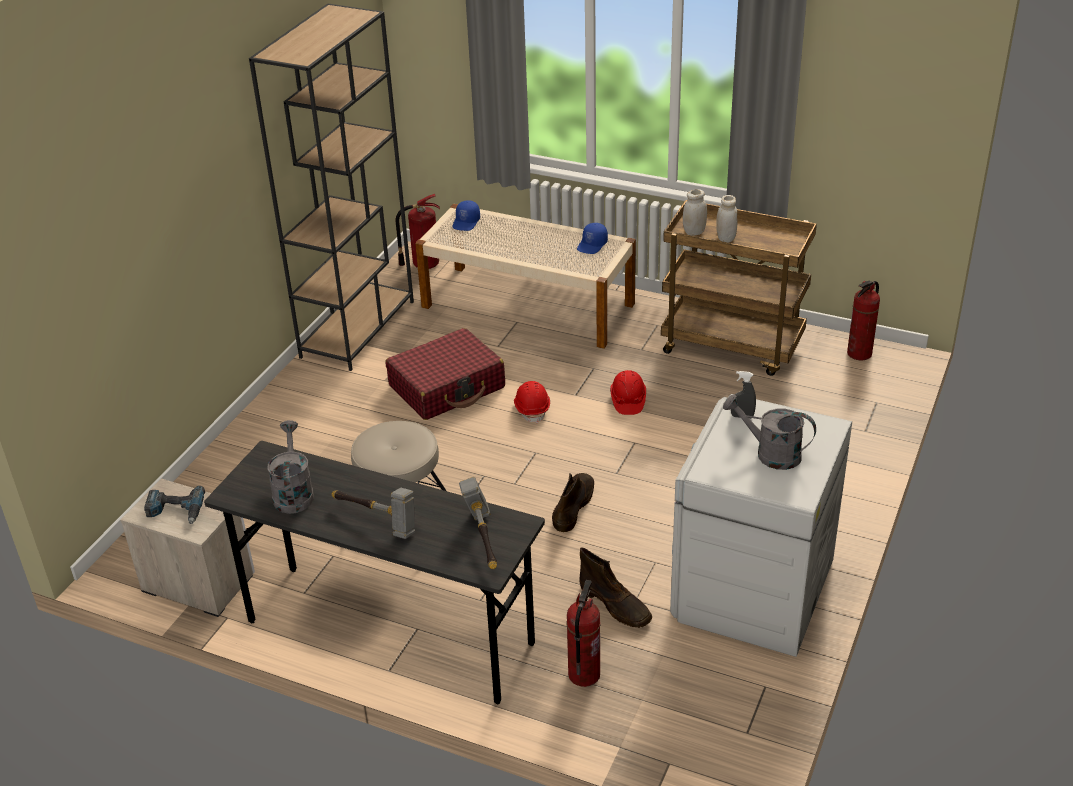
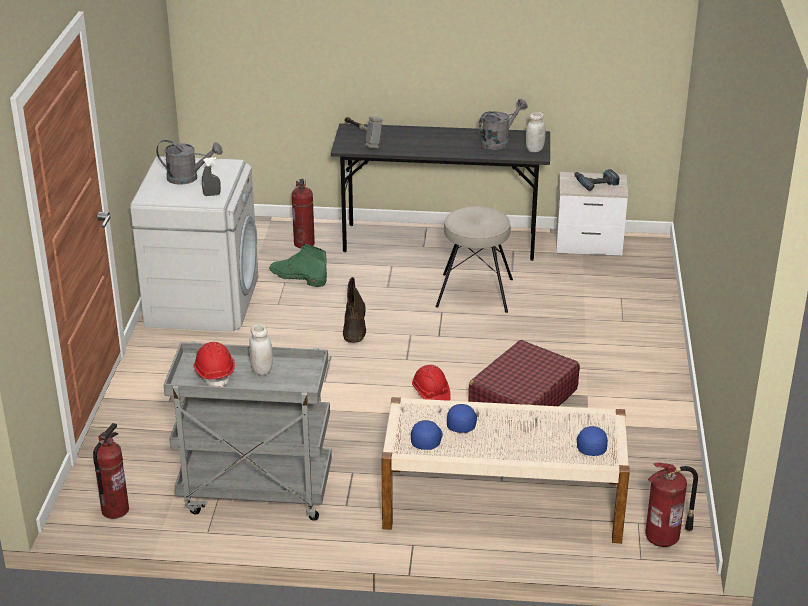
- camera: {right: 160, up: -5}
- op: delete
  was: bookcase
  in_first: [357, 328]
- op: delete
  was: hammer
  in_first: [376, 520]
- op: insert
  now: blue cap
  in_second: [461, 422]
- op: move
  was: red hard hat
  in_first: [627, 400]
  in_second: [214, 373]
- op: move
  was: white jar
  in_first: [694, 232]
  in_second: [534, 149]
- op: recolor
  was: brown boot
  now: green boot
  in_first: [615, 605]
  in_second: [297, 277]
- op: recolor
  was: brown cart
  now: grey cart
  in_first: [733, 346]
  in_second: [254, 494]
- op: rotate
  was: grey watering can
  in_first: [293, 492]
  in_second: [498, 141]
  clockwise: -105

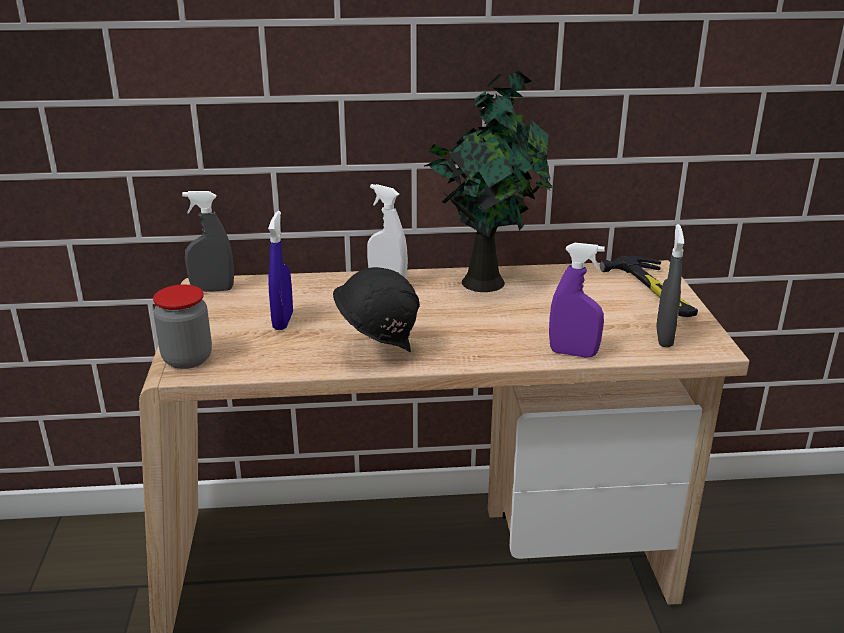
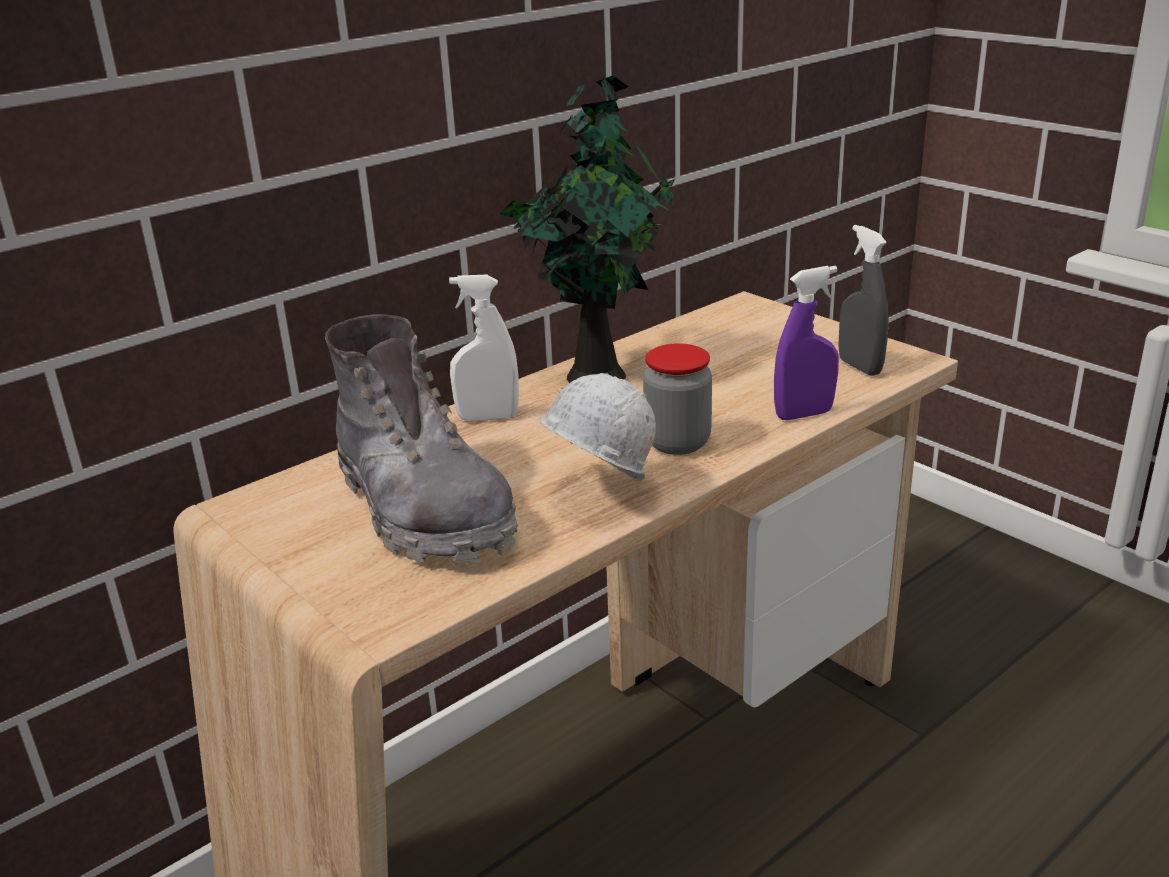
- camera: {right: -35, up: 0}
- op: delete
  was: grey spray bottle
  in_first: [212, 290]
- op: delete
  was: hammer
  in_first: [654, 291]
- op: move
  was: jar
  in_first: [187, 359]
  in_second: [677, 443]
- op: replace
  was: blue spray bottle
  now: grey boot
  in_first: [283, 321]
  in_second: [423, 510]
- op: recolor
  was: black hard hat
  now: white hard hat
  in_first: [377, 350]
  in_second: [596, 495]

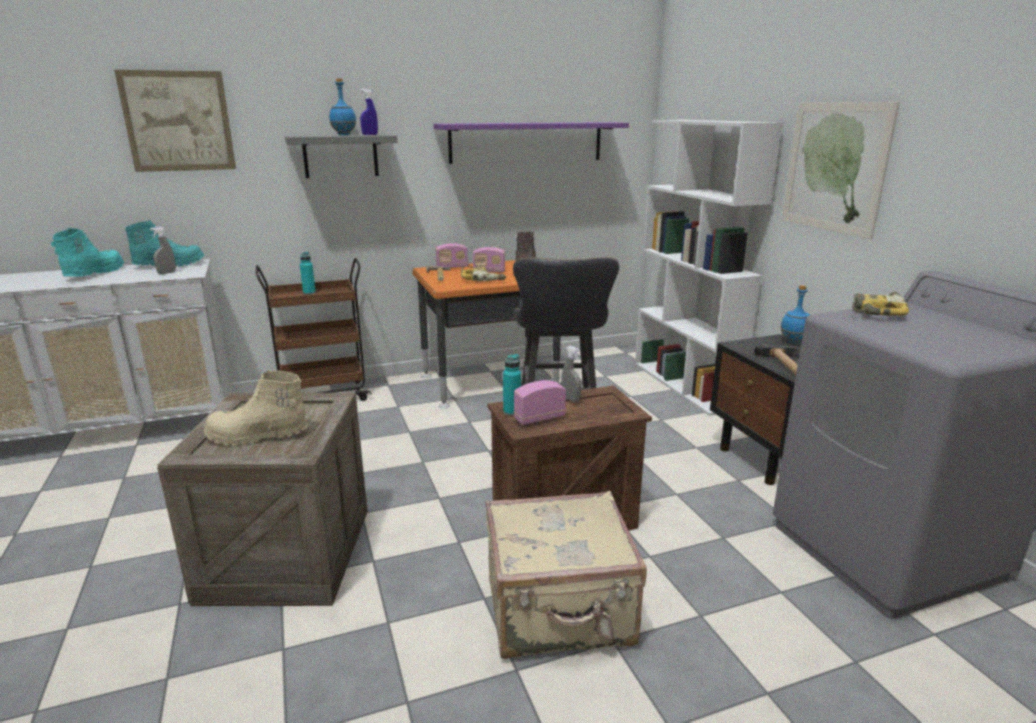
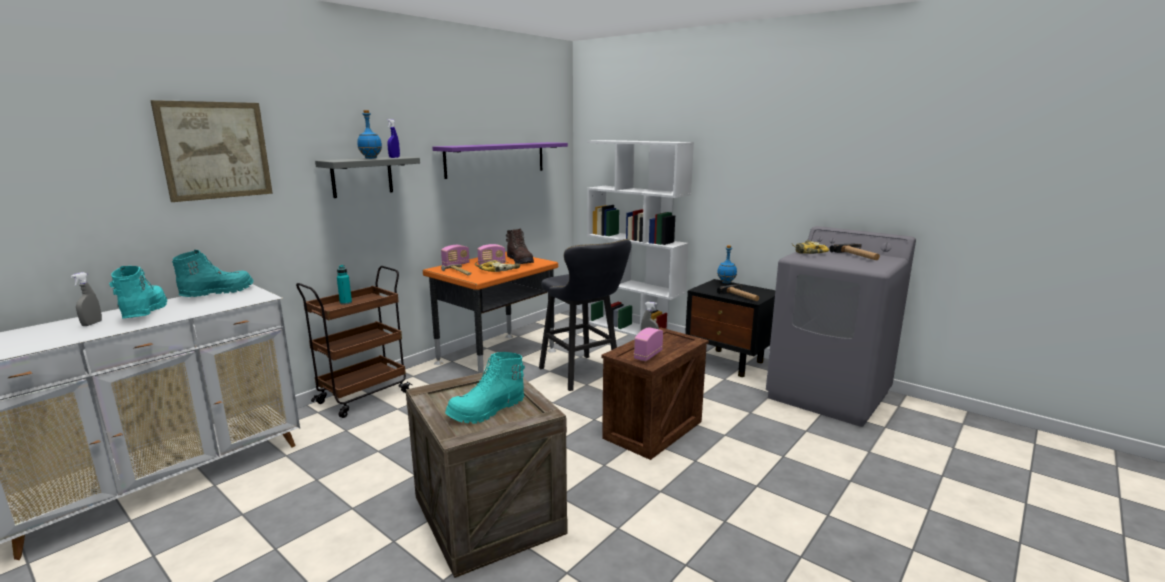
- camera: {right: -30, up: -5}
- op: delete
  was: beige suitcase
  in_first: [559, 612]
- op: delete
  was: turquoise bottle
  in_first: [512, 411]
- op: delete
  was: picture
  in_first: [835, 167]
- op: insert
  now: hammer
  in_second: [858, 255]
- op: move
  was: grey spray bottle
  in_first: [167, 273]
  in_second: [92, 323]
- op: recolor
  was: beige boot
  now: turquoise boot
  in_first: [257, 436]
  in_second: [487, 411]

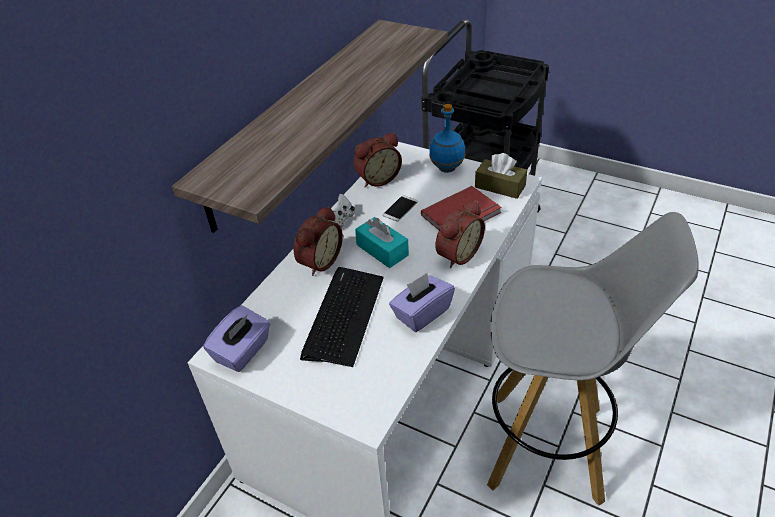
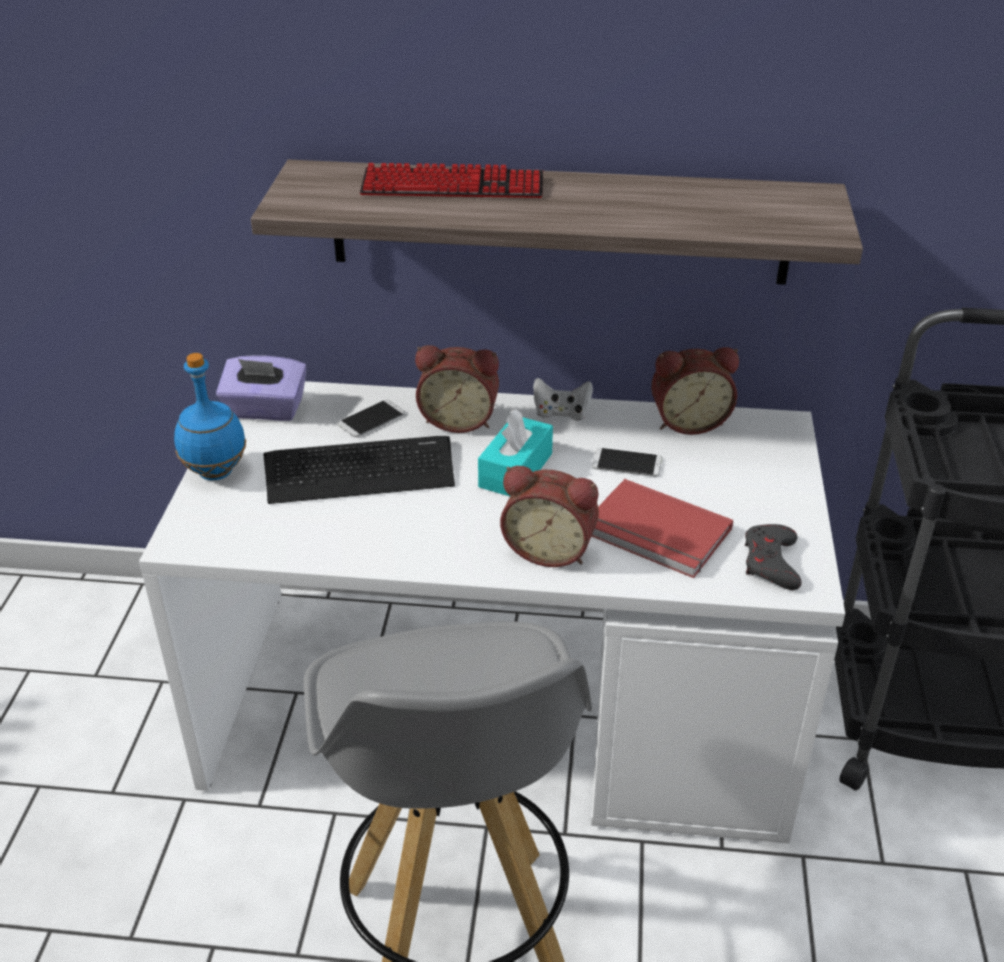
- camera: {right: 65, up: -5}
- op: delete
  was: purple tissue box
  in_first: [422, 313]
- op: insert
  now: phone
  in_second: [371, 419]
- op: insert
  now: keyboard
  in_second: [452, 186]
- op: move
  was: blue bottle
  in_first: [446, 168]
  in_second: [215, 472]
- op: replace
  was: brown tissue box
  now: grey game controller
  in_first: [500, 186]
  in_second: [771, 562]
- op: rotate
  was: alarm clock
  in_first: [377, 178]
  in_second: [688, 421]
  clockwise: -45

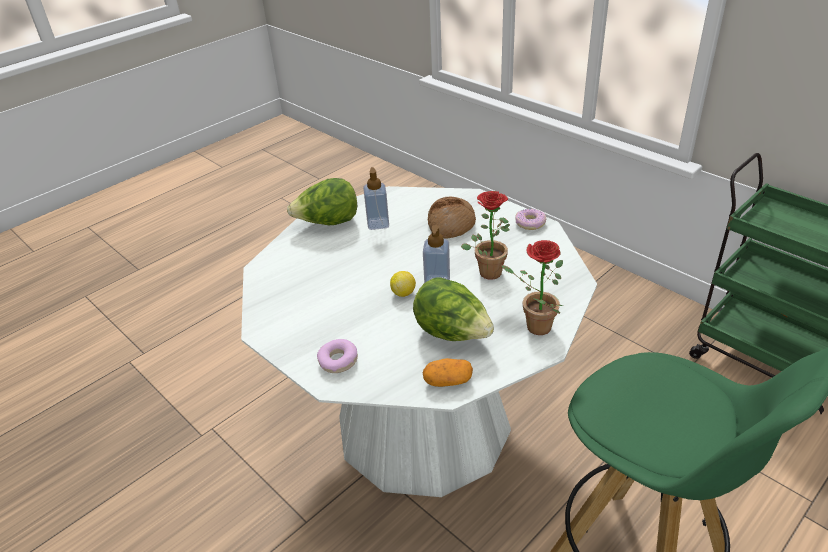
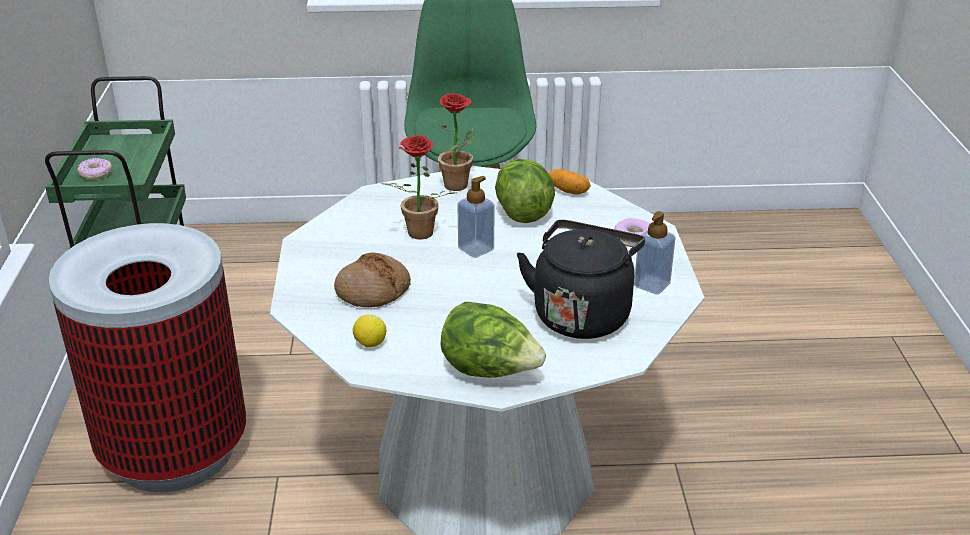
- camera: {right: -140, up: -5}
- op: insert
  now: trash can
  in_second: [175, 450]
- op: insert
  now: black kettle
  in_second: [582, 313]
- op: move
  was: soap dispenser
  in_first: [378, 224]
  in_second: [652, 285]
- op: move
  was: lemon
  in_first: [403, 293]
  in_second: [370, 344]
- op: move
  was: donut
  in_first: [530, 223]
  in_second: [96, 173]

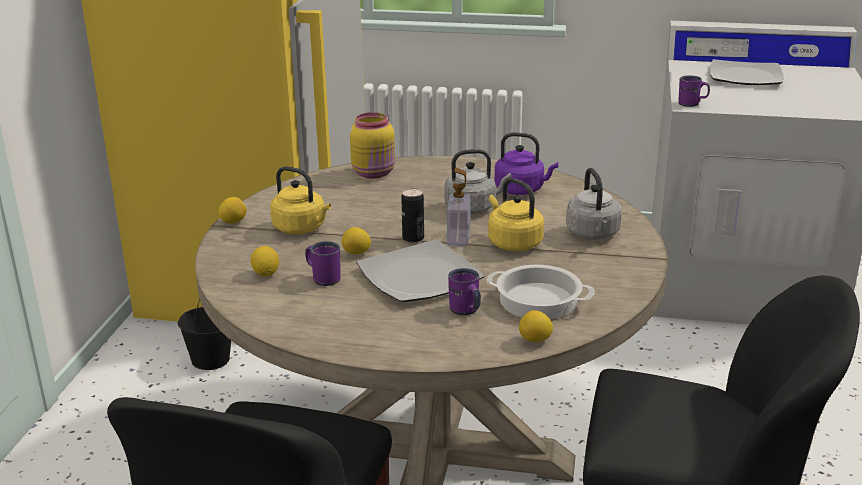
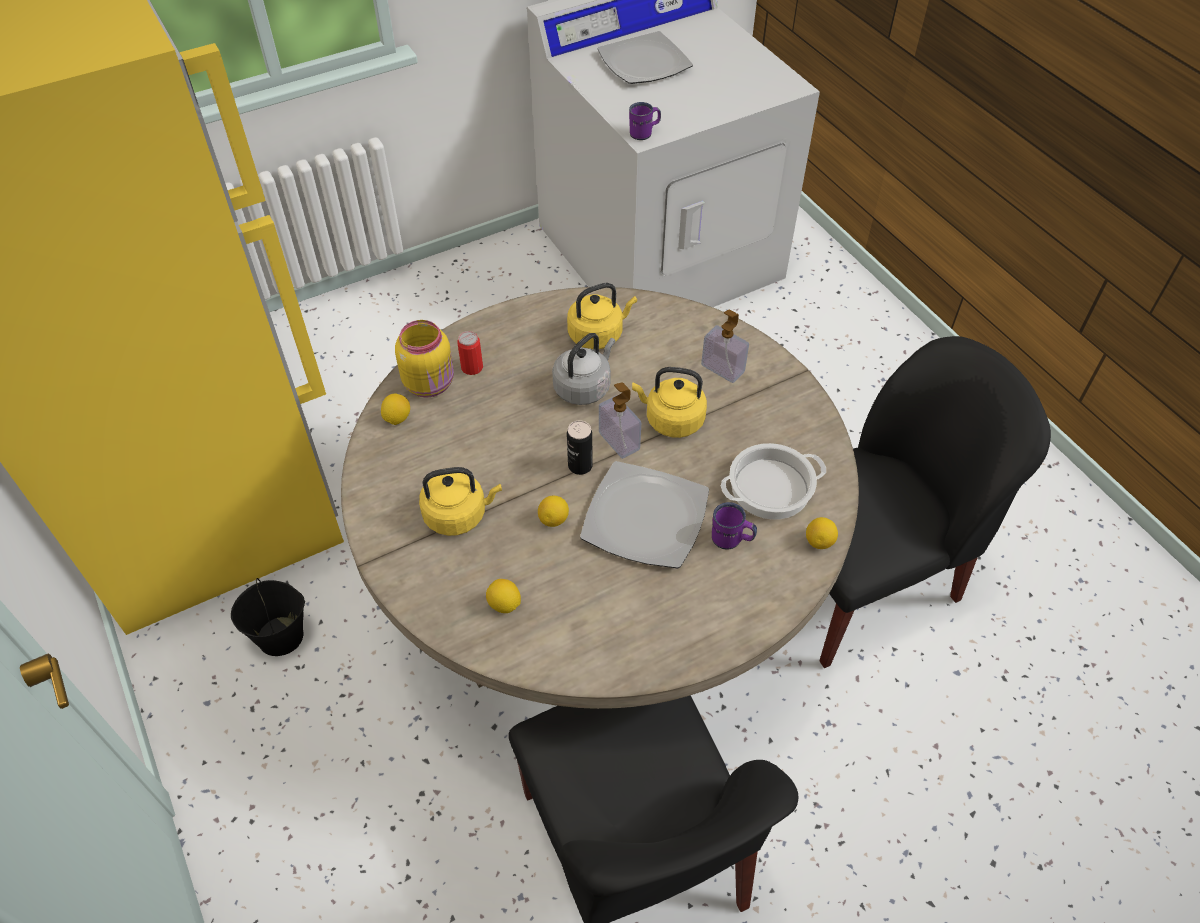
- camera: {right: -40, up: 25}
- op: delete
  was: purple mug
  in_first: [323, 278]
- op: insert
  now: can
  in_second: [472, 367]
- op: move
  was: lemon
  in_first: [233, 222]
  in_second: [397, 418]
- op: replace
  was: grey kettle
  now: soap dispenser
  in_first: [593, 234]
  in_second: [722, 368]
- op: recolor
  was: purple kettle
  now: yellow kettle
  in_first: [522, 190]
  in_second: [598, 334]

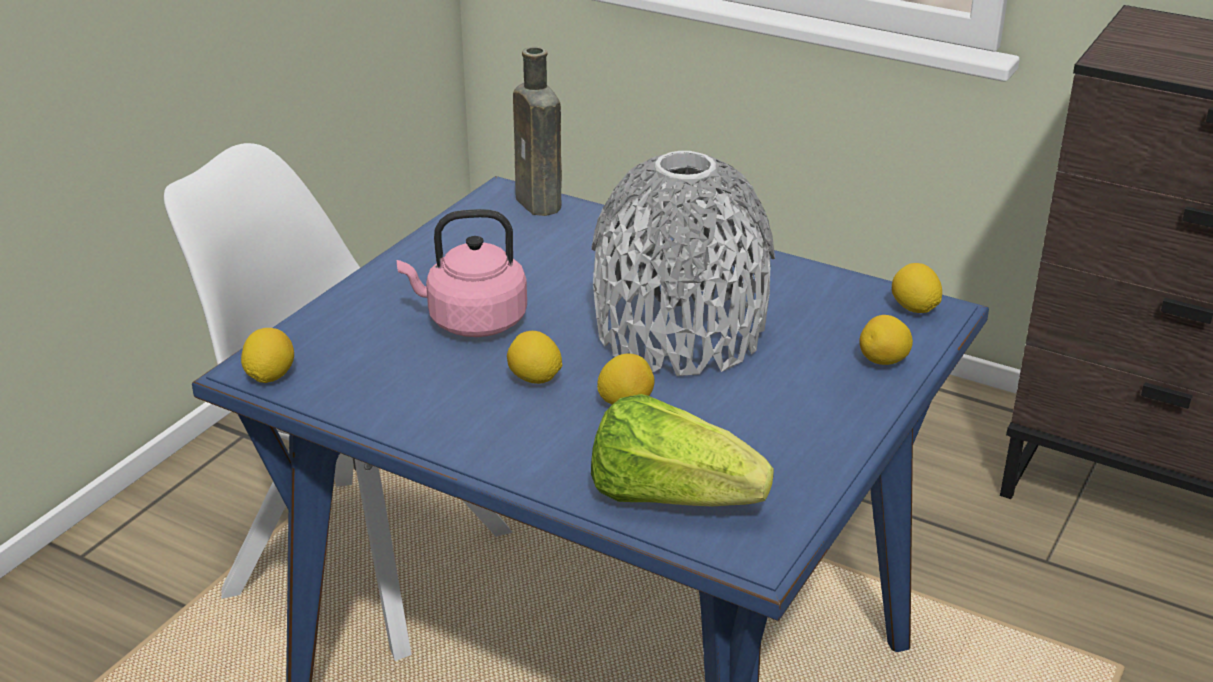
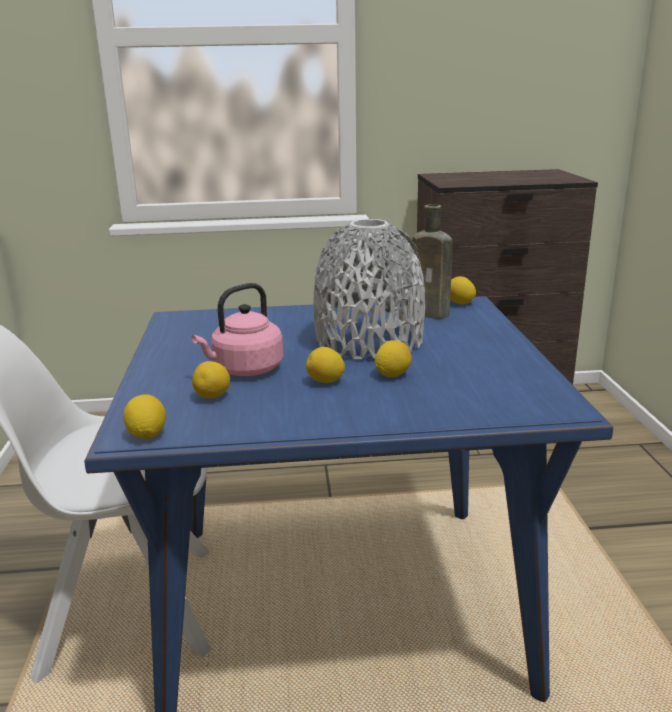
- camera: {right: -35, up: -10}
- op: delete
  was: lettuce
  in_first: [670, 497]
- op: move
  was: brown bottle
  in_first: [540, 204]
  in_second: [432, 314]
- op: move
  was: lemon
  in_first: [883, 361]
  in_second: [213, 396]

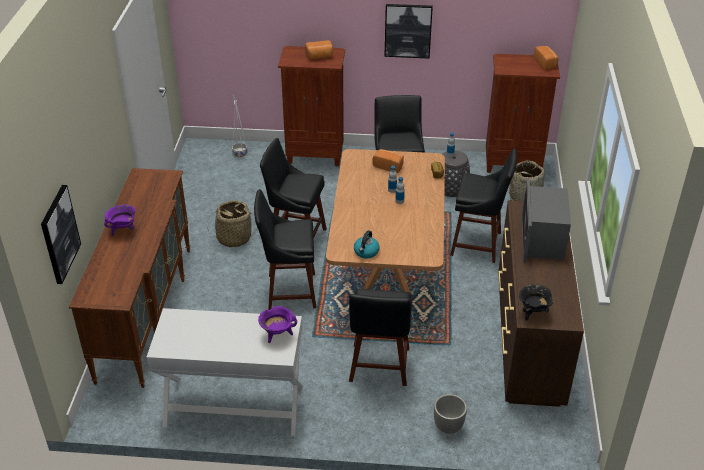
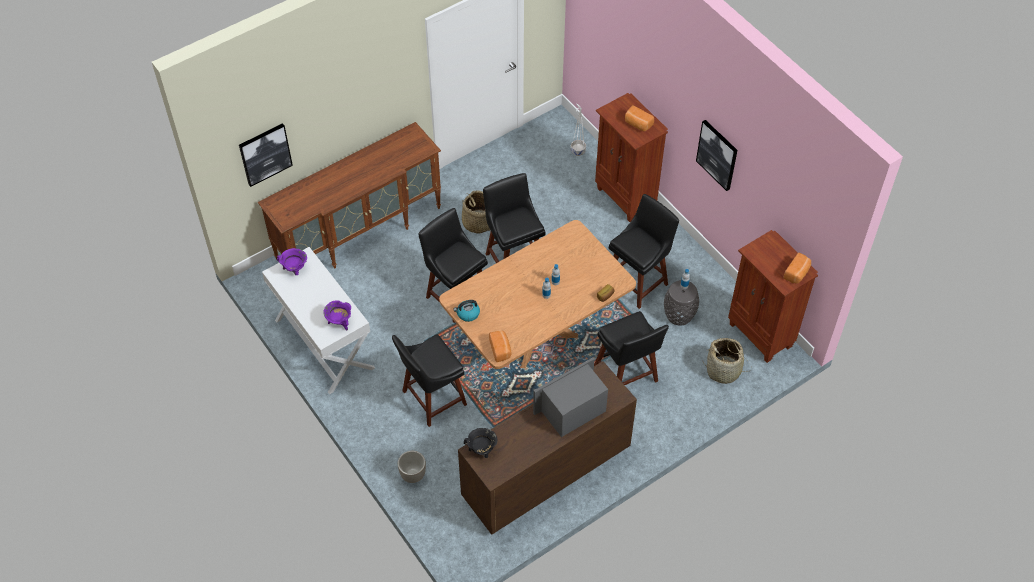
- camera: {right: 50, up: 15}
- op: move
  was: purple cooking pot
  in_first: [123, 230]
  in_second: [295, 269]
- op: move
  was: bread
  in_first: [388, 166]
  in_second: [500, 350]

